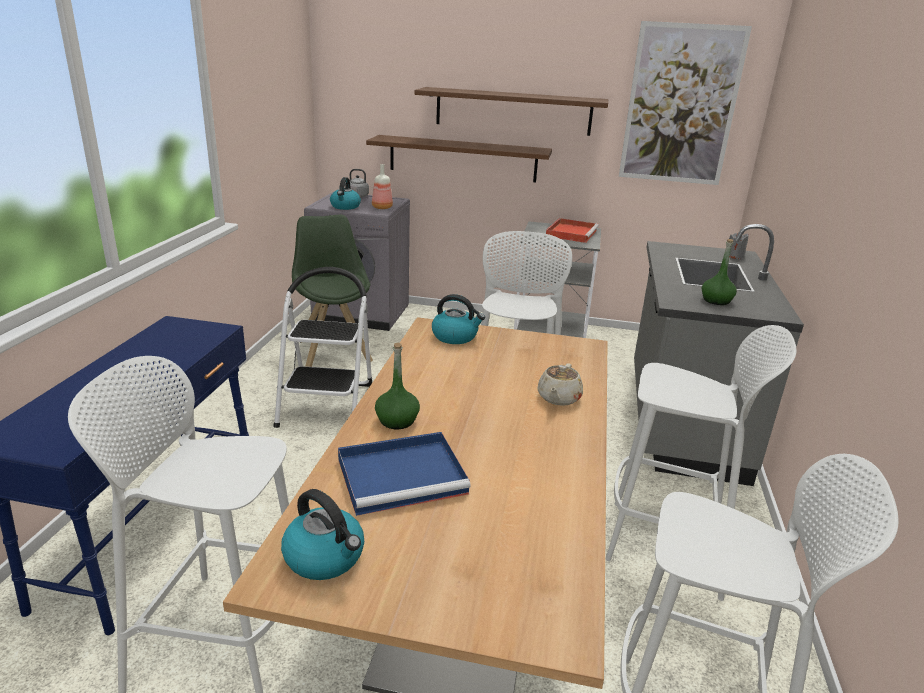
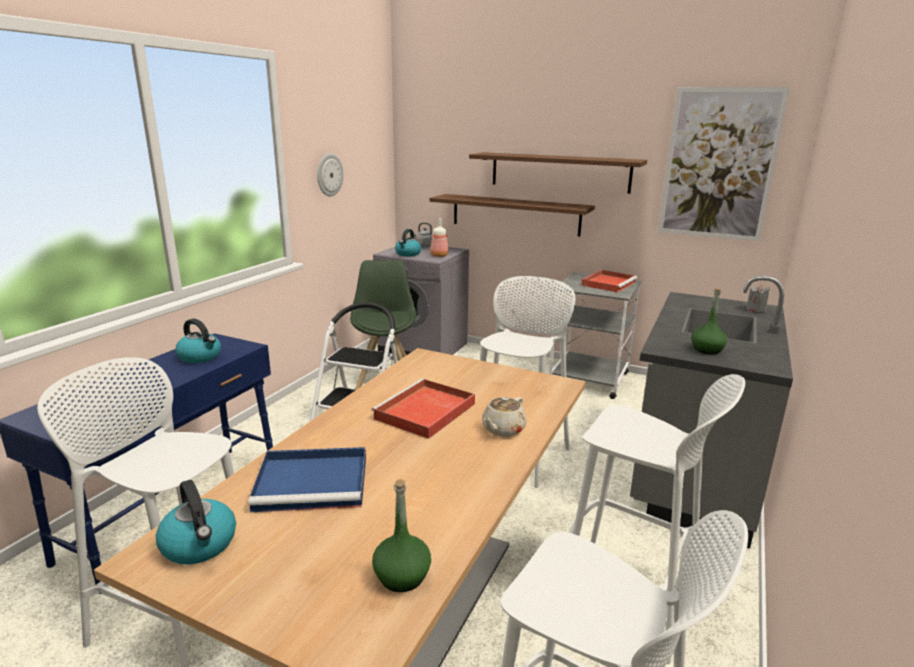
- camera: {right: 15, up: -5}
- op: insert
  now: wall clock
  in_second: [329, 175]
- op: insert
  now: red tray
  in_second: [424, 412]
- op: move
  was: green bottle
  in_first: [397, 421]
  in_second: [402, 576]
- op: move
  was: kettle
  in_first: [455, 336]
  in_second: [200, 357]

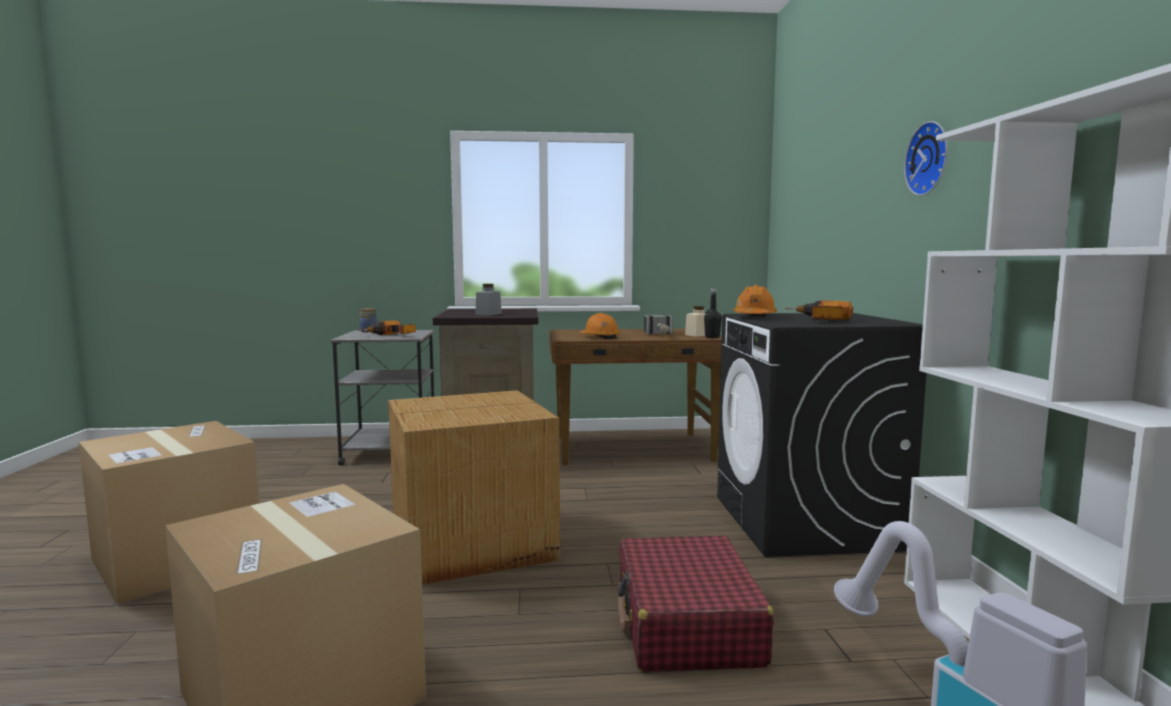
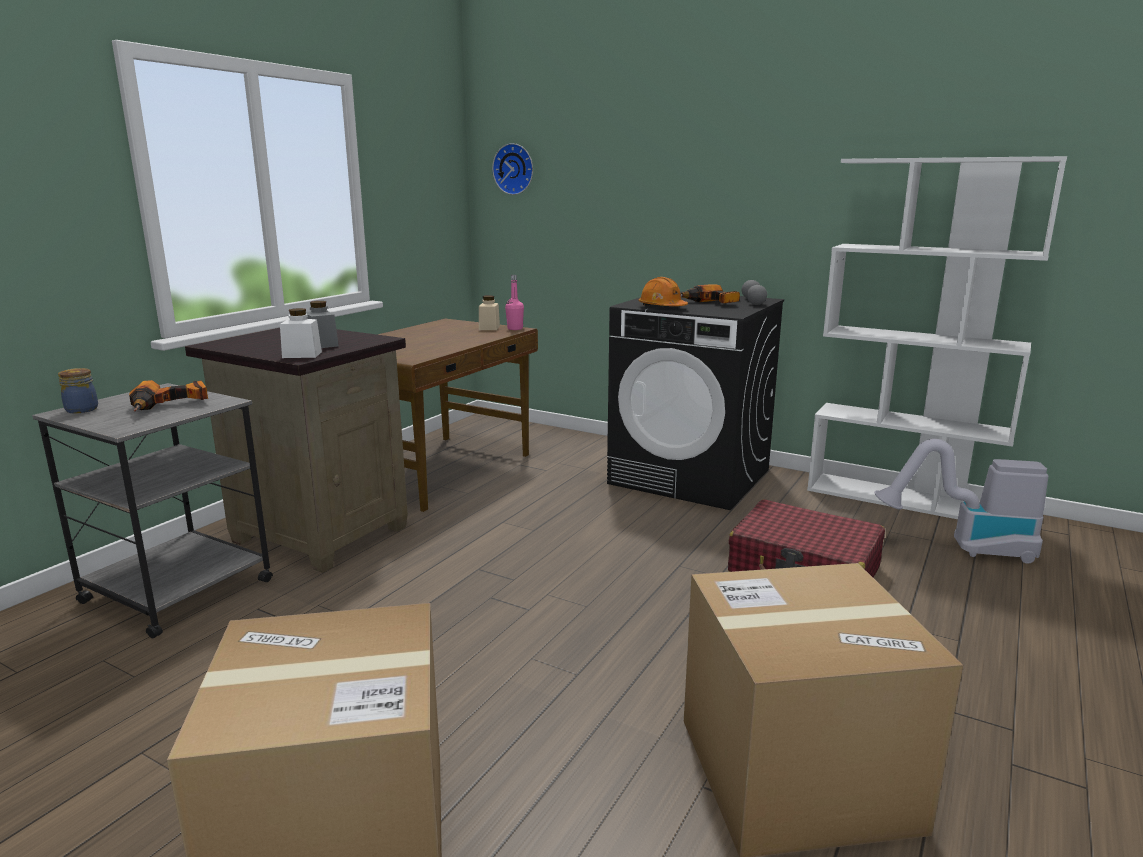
- camera: {right: -55, up: 10}
- op: delete
  was: cardboard box
  in_first: [474, 543]
- op: delete
  was: orange hard hat
  in_first: [600, 337]
- op: delete
  was: hammer
  in_first: [660, 335]
- op: insert
  now: white jar
  in_second: [302, 355]
- op: insert
  now: grey dumbbell
  in_second: [753, 301]
- op: move
  was: wall clock
  in_first: [930, 159]
  in_second: [514, 169]
- op: recolor
  was: black bottle
  now: pink bottle
  in_first: [712, 337]
  in_second: [515, 328]

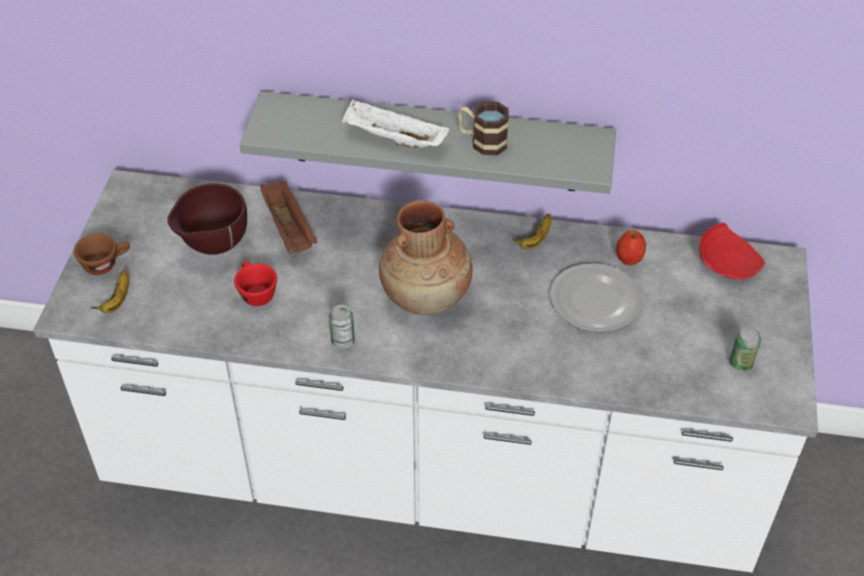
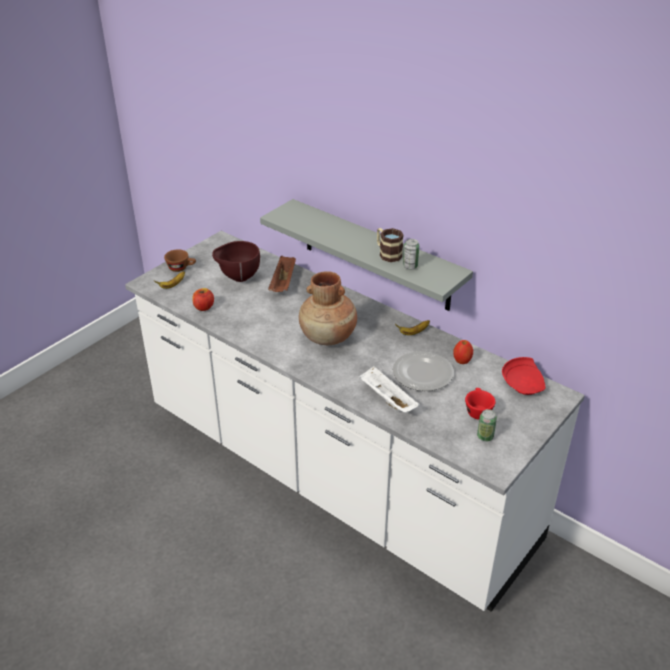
- camera: {right: 30, up: -10}
- op: insert
  now: apple
  in_second: [204, 307]
- op: move
  was: red cup
  in_first: [255, 292]
  in_second: [477, 410]
- op: move
  was: can
  in_first: [343, 341]
  in_second: [410, 266]
- op: move
  was: white tray
  in_first: [393, 139]
  in_second: [386, 399]

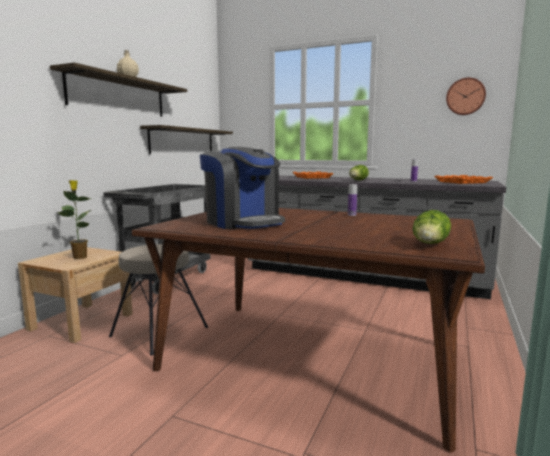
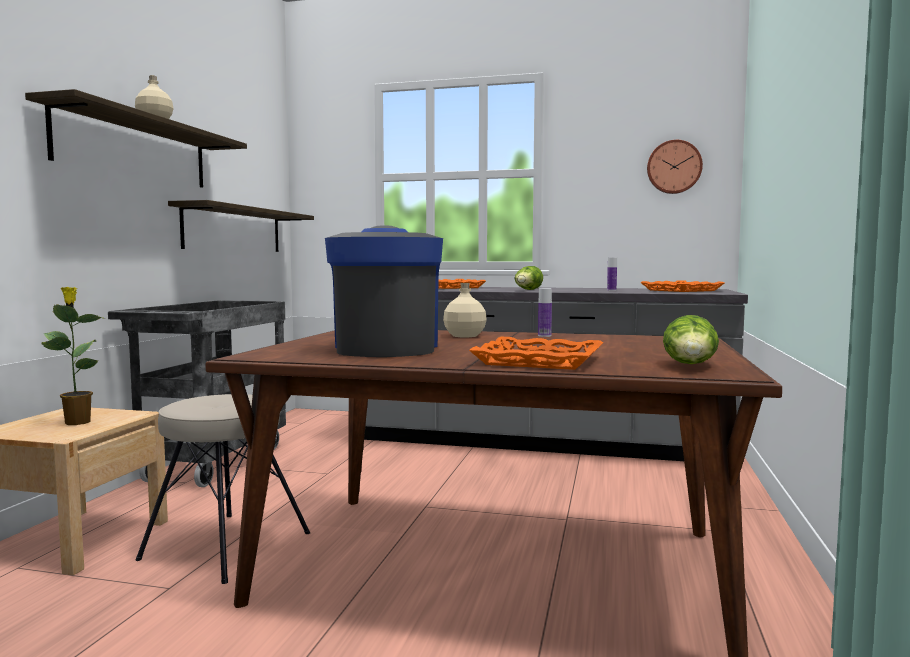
- camera: {right: -10, up: -5}
- op: insert
  now: beige bottle
  in_second: [465, 336]
- op: insert
  now: orange tray
  in_second: [538, 361]
- op: rotate
  was: coffee machine
  in_first: [243, 222]
  in_second: [386, 348]
  clockwise: -135

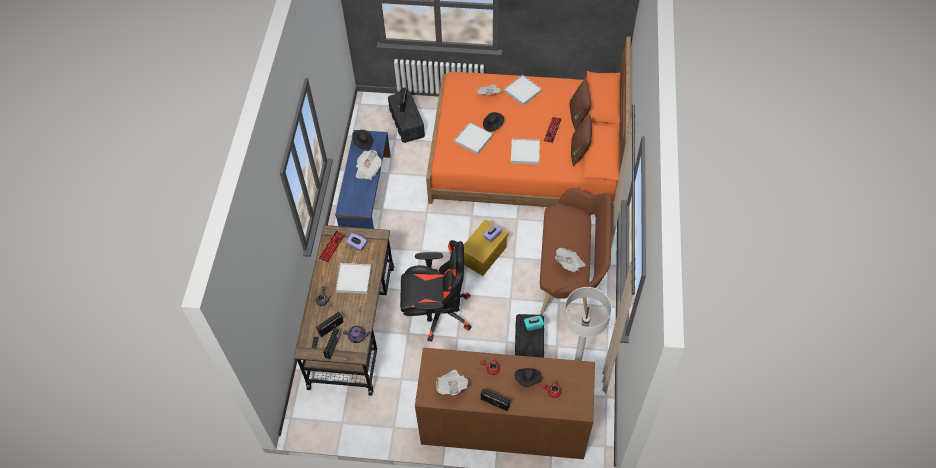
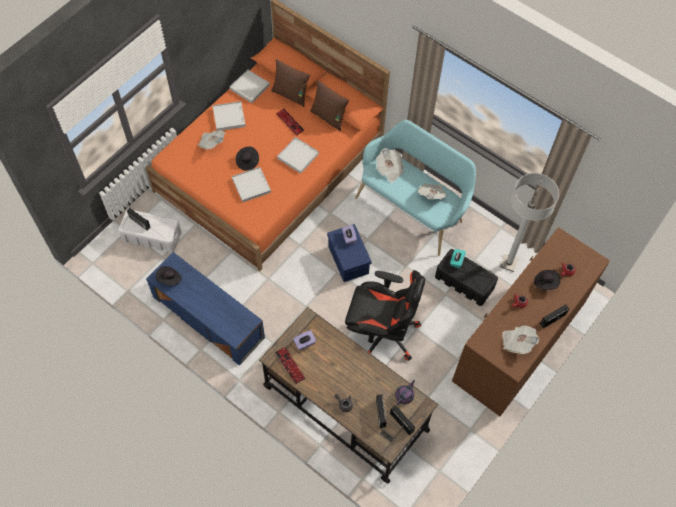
- camera: {right: -60, up: 5}
- op: move
  was: white tray
  in_first: [354, 279]
  in_second: [250, 87]
- op: move
  was: newspaper
  in_first: [368, 170]
  in_second: [389, 169]
- op: recolor
  was: black storage box
  now: white storage box
  in_first: [406, 122]
  in_second: [151, 236]
- op: recolor
  was: yellow storage box
  now: blue storage box
  in_first: [484, 255]
  in_second: [348, 260]
- op: recolor
  was: brown bench
  now: turquoise bench
  in_first: [570, 273]
  in_second: [413, 208]
- op: rotate
  was: black office chair
  in_first: [435, 313]
  in_second: [380, 332]
  clockwise: 75

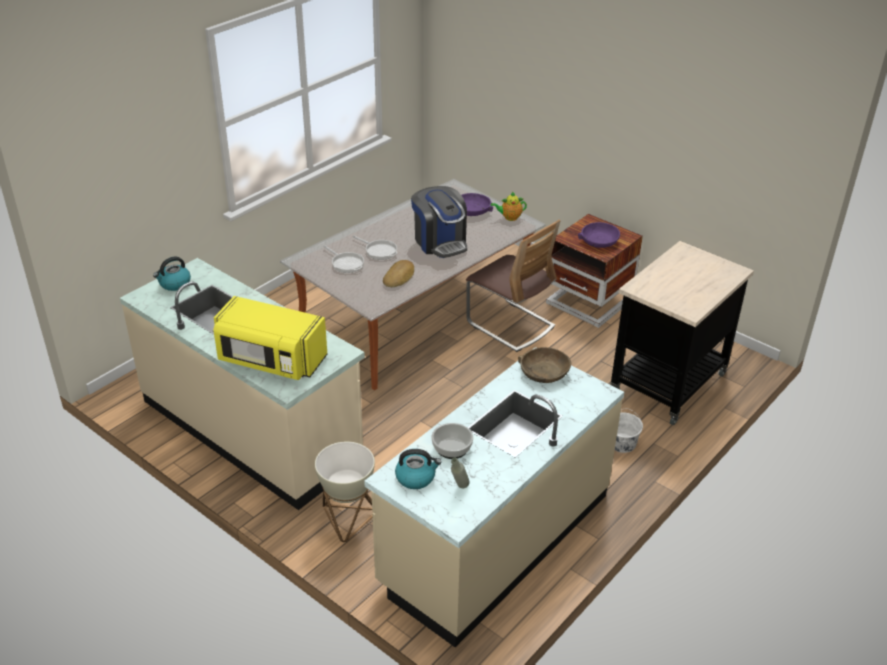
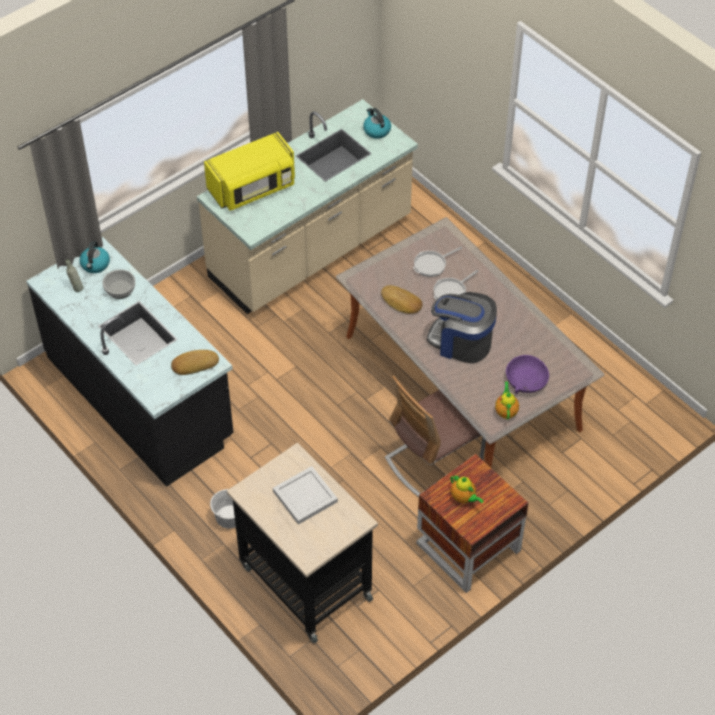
- camera: {right: 100, up: 15}
- op: delete
  was: planter
  in_first: [347, 521]
- op: insert
  now: white tray
  in_second: [306, 496]
- op: replace
  was: brown bowl
  now: bread
  in_first: [544, 372]
  in_second: [194, 364]
- op: replace
  was: purple bowl
  now: teapot
  in_first: [599, 241]
  in_second: [464, 498]
- op: recolor
  was: beige counter
  now: black counter
  in_first: [494, 539]
  in_second: [140, 397]
- op: rotate
  was: yellow microwave
  in_first: [271, 360]
  in_second: [253, 188]
  clockwise: -150
- op: rotate
  was: coffee machine
  in_first: [440, 242]
  in_second: [461, 342]
  clockwise: 45

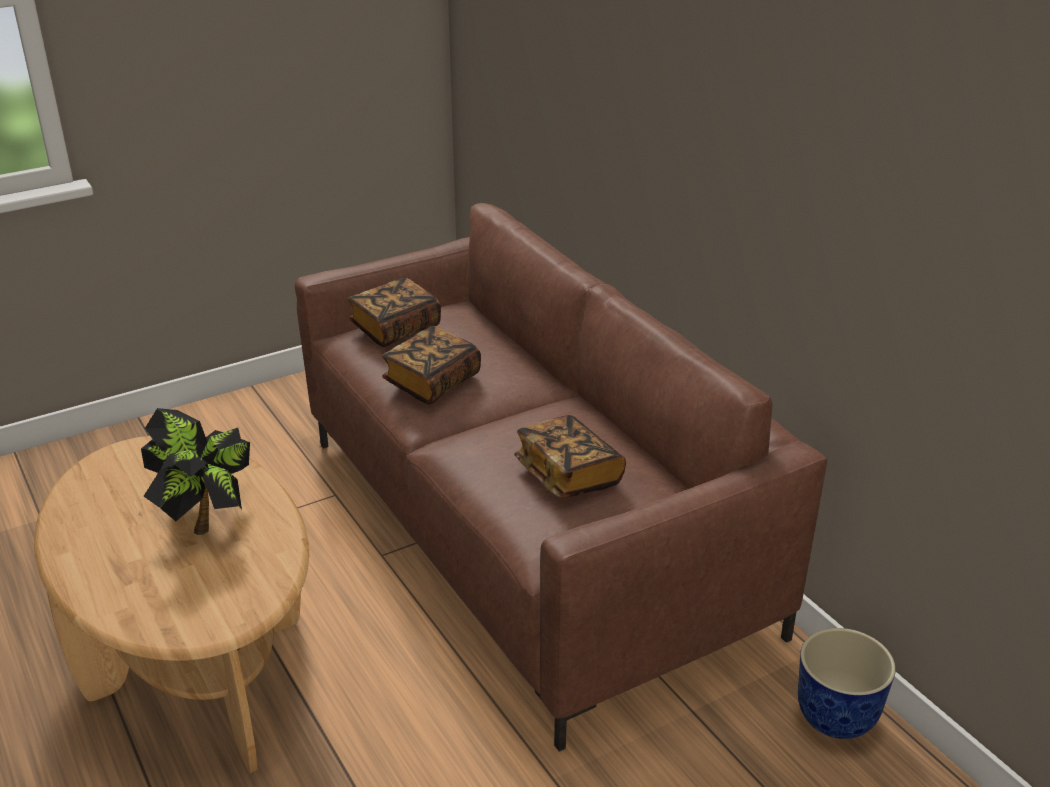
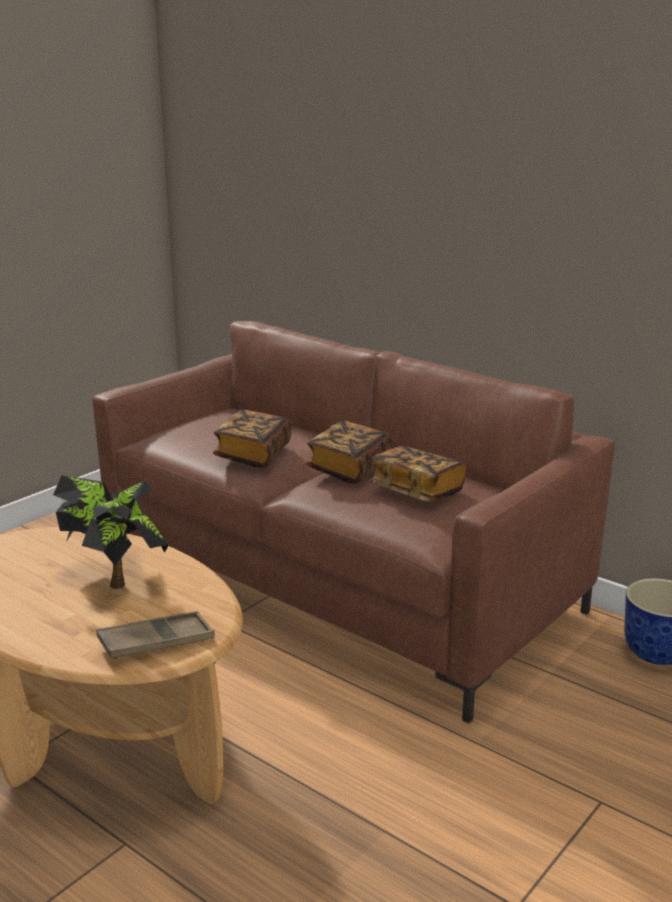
- camera: {right: -20, up: -10}
- op: insert
  now: brown tray
  in_second: [156, 642]
- op: move
  was: book
  in_first: [395, 328]
  in_second: [349, 468]

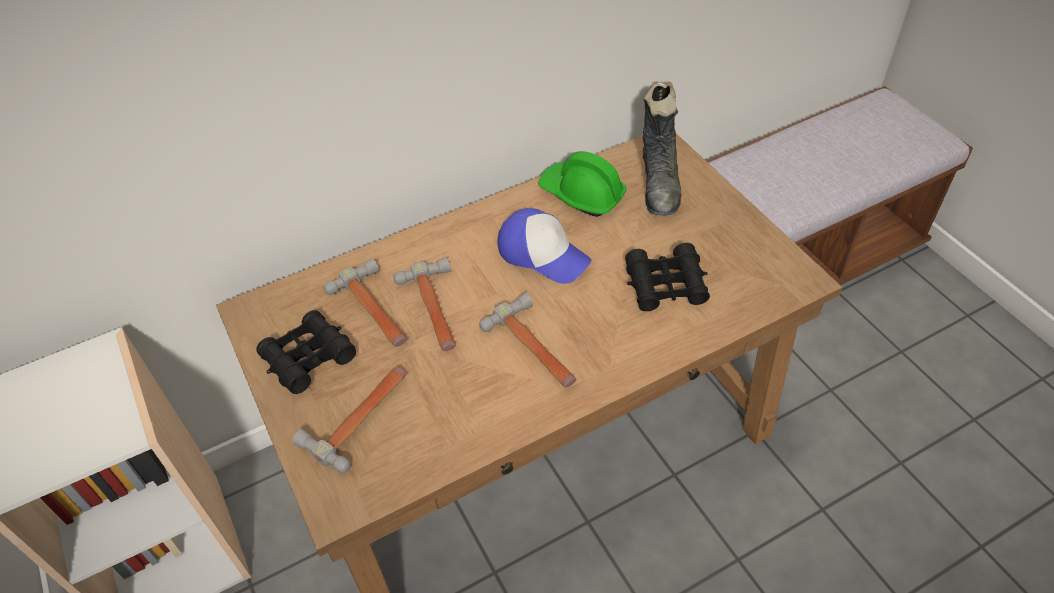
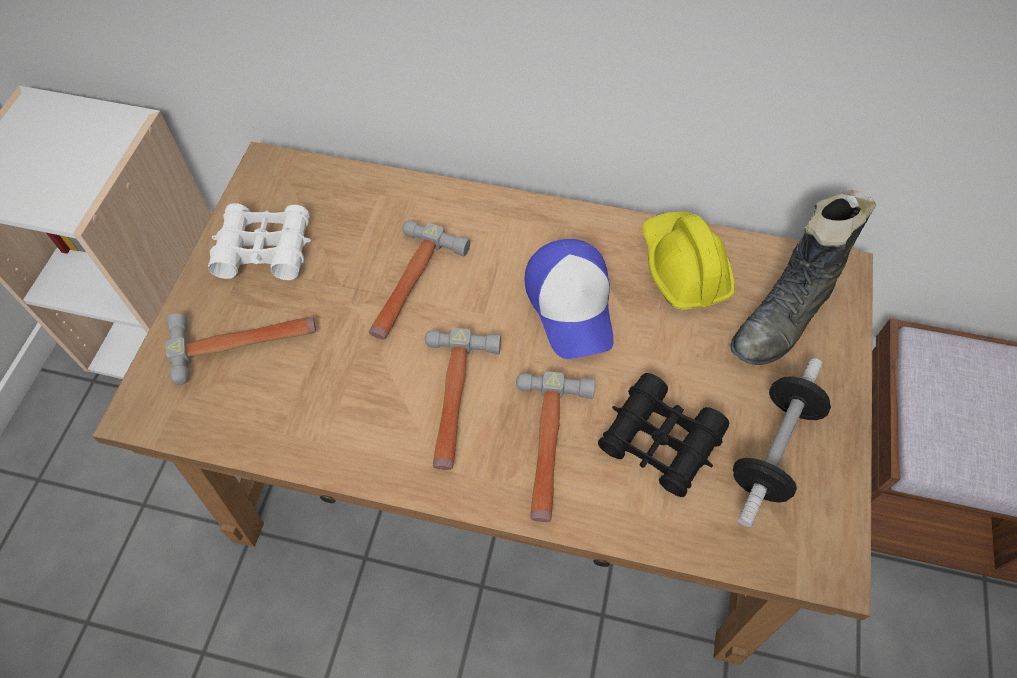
- camera: {right: 40, up: 10}
- op: insert
  now: dumbbell
  in_second: [773, 450]
- op: move
  was: hammer
  in_first: [375, 311]
  in_second: [549, 449]
- op: recolor
  was: black binoculars
  now: white binoculars
  in_first: [308, 358]
  in_second: [264, 249]
- op: recolor
  was: green hard hat
  now: yellow hard hat
  in_first: [581, 194]
  in_second: [682, 267]

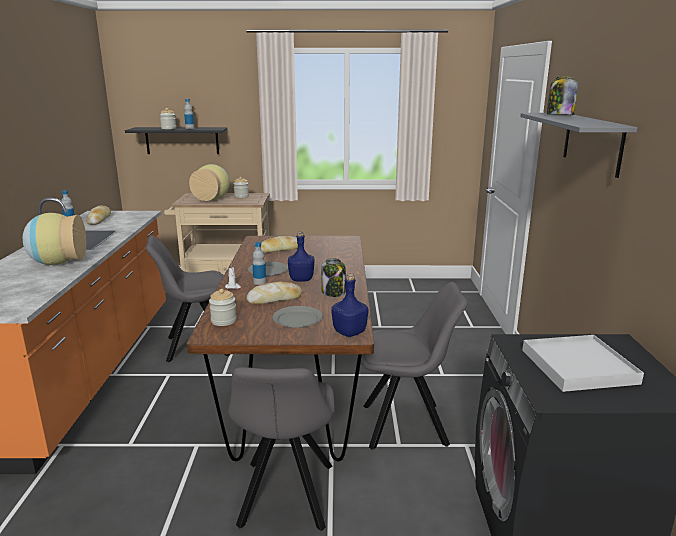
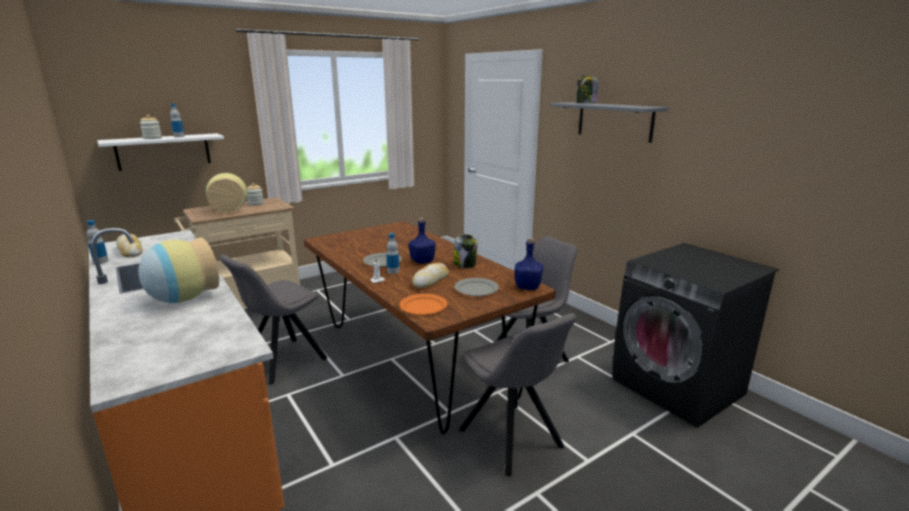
- camera: {right: -35, up: 0}
- op: delete
  was: bread
  in_first: [280, 249]
- op: delete
  was: white tray
  in_first: [578, 366]
- op: replace
  was: jar
  now: orange plate
  in_first: [223, 321]
  in_second: [423, 306]
- op: recolor
  was: black shelf
  now: white shelf
  in_first: [182, 140]
  in_second: [163, 151]

